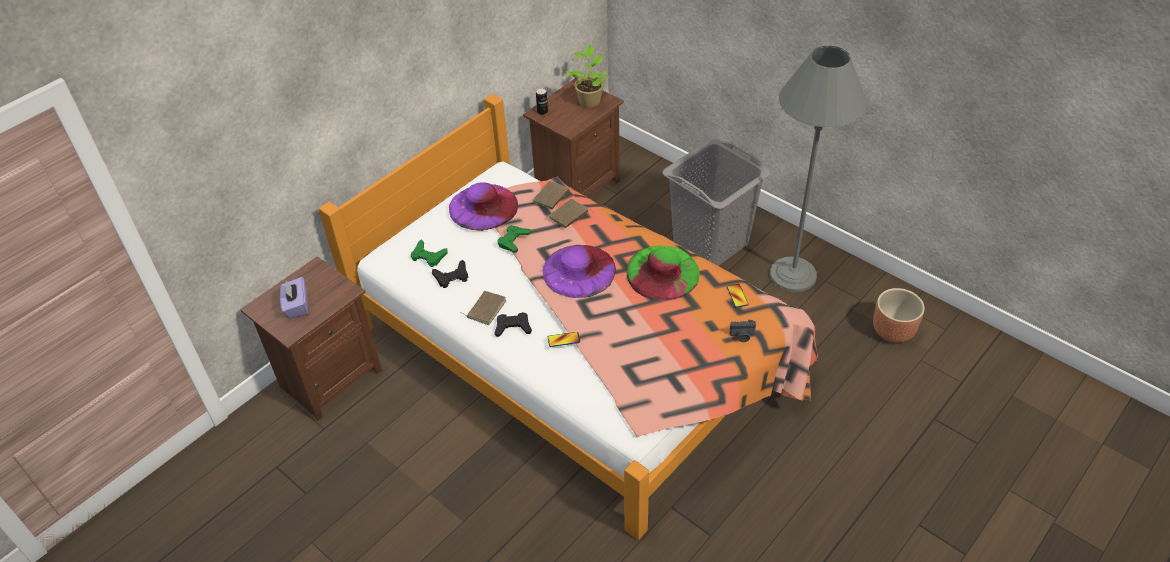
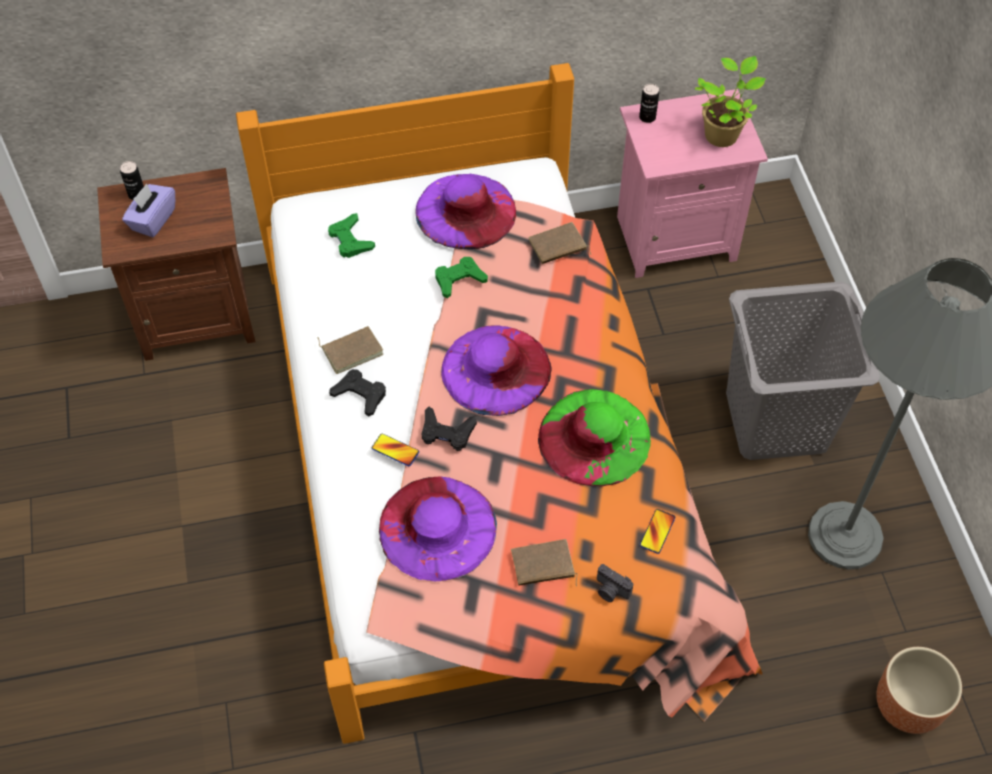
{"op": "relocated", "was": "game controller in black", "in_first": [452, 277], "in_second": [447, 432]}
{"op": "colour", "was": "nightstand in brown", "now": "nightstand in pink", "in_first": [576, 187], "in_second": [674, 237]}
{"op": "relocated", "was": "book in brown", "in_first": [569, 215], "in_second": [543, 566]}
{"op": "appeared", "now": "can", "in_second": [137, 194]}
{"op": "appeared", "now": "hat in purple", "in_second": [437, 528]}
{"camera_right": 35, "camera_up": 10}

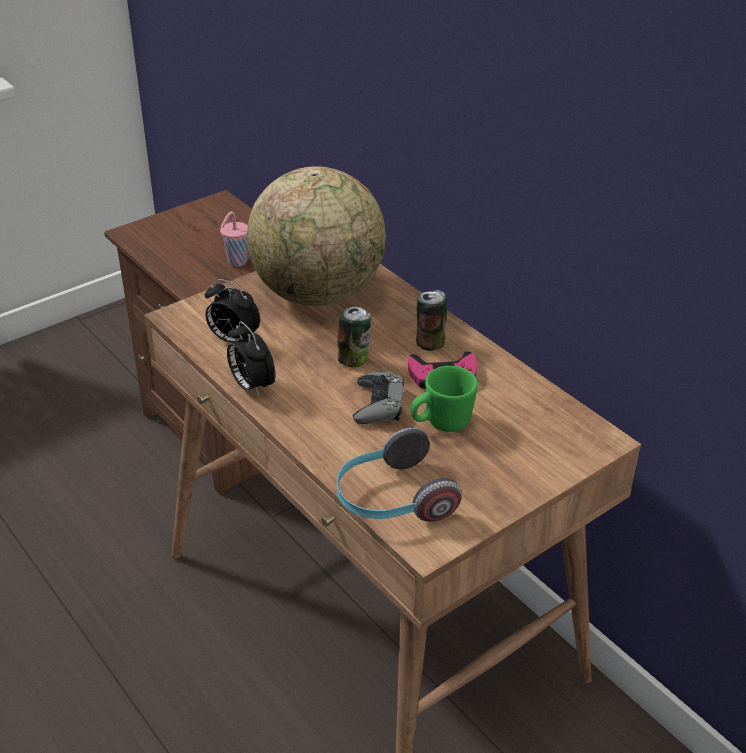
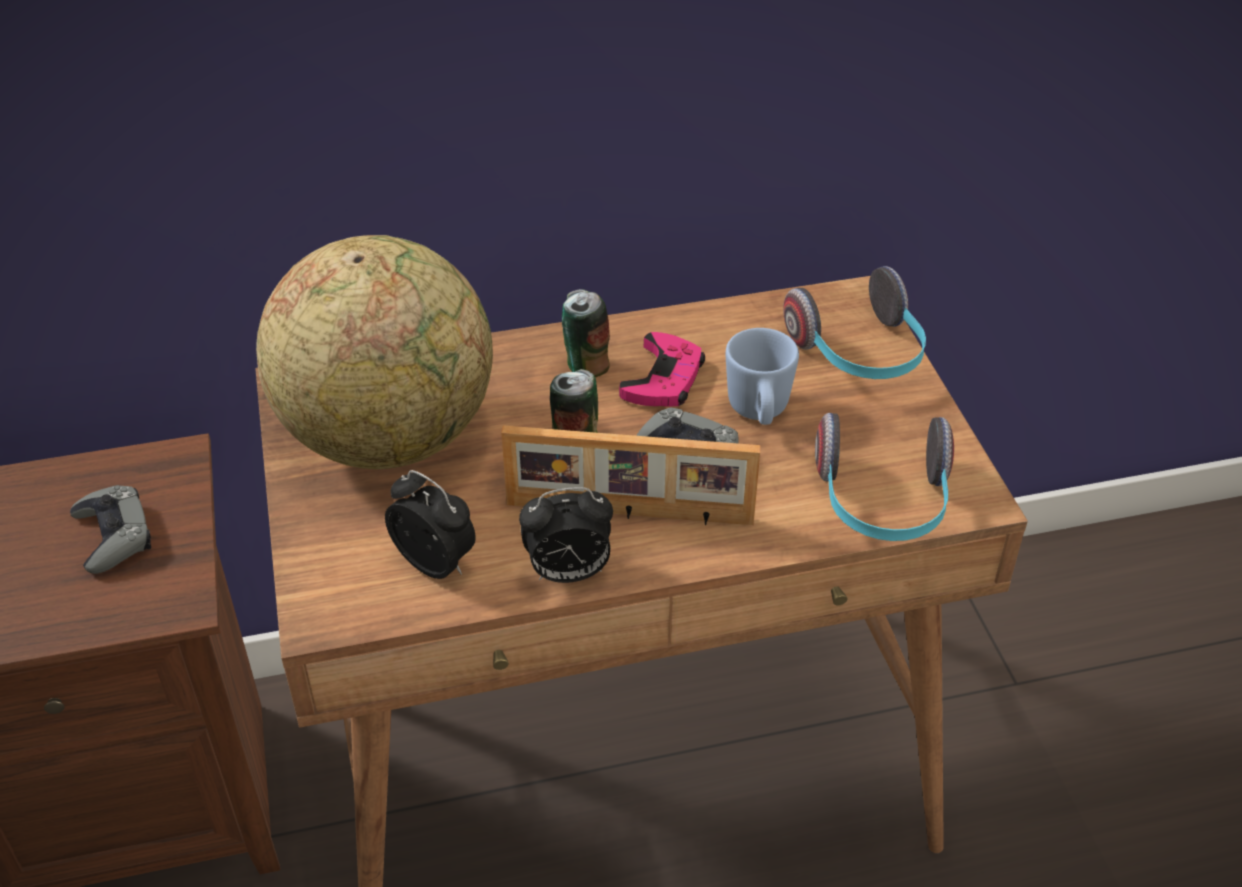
{"op": "spun", "was": "alarm clock", "in_first": [233, 339], "in_second": [437, 563], "clockwise": -105}
{"op": "exchanged", "was": "cup in pink", "now": "game controller in grey", "in_first": [236, 262], "in_second": [114, 535]}
{"op": "colour", "was": "mug in green", "now": "mug in blue", "in_first": [440, 423], "in_second": [759, 413]}
{"op": "appeared", "now": "picture frame", "in_second": [629, 514]}
{"op": "appeared", "now": "headphones", "in_second": [860, 353]}
{"camera_right": -65, "camera_up": 5}

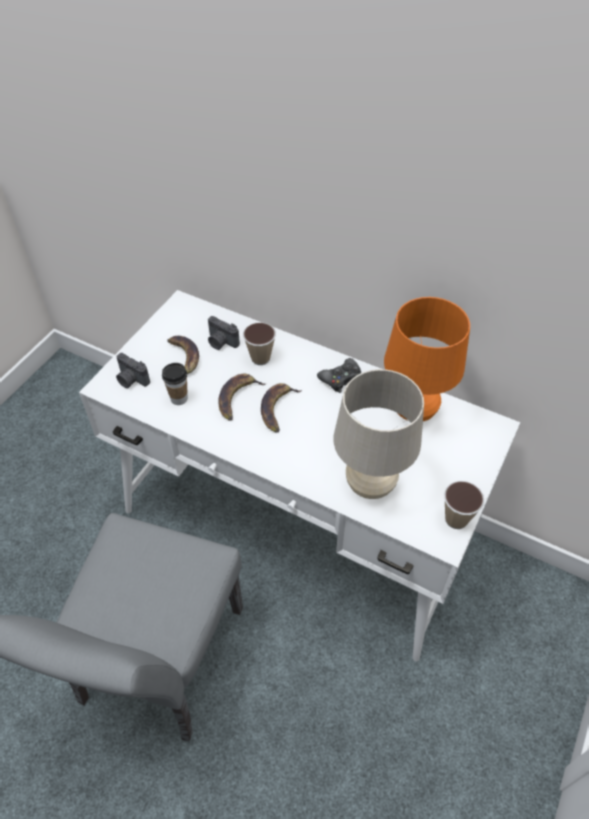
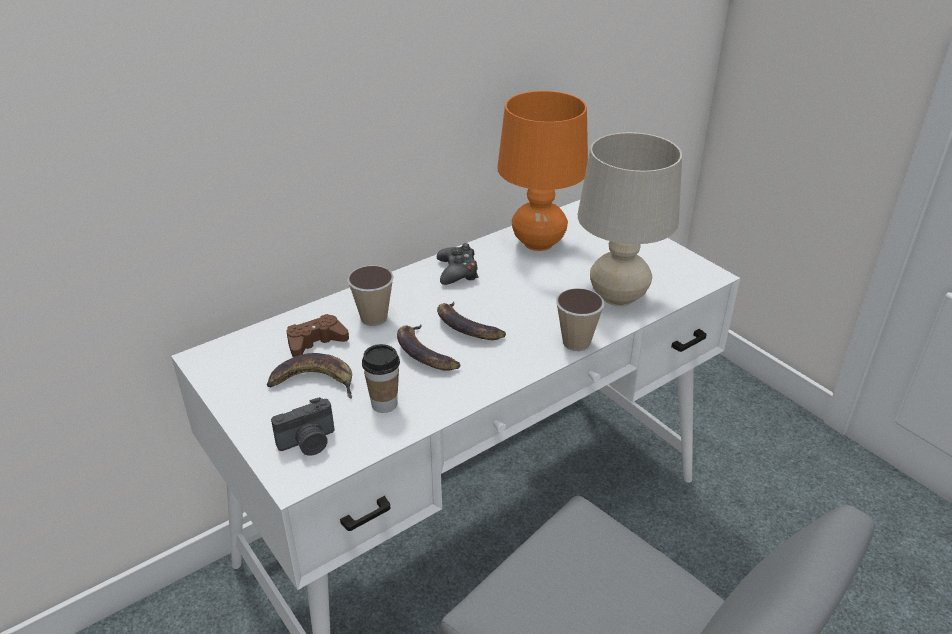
{"op": "exchanged", "was": "photo camera", "now": "game controller in brown", "in_first": [221, 342], "in_second": [316, 342]}
{"op": "relocated", "was": "cup", "in_first": [456, 519], "in_second": [576, 342]}
{"camera_right": -65, "camera_up": -15}

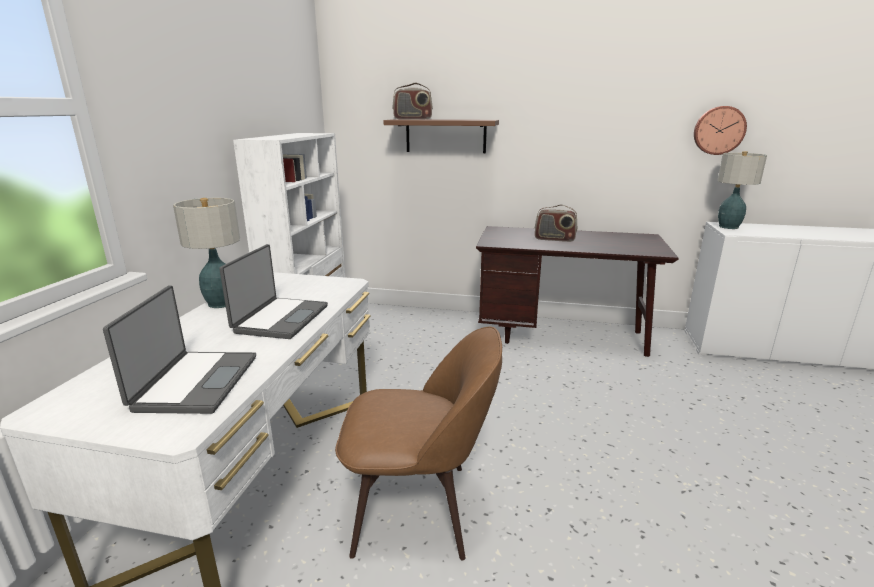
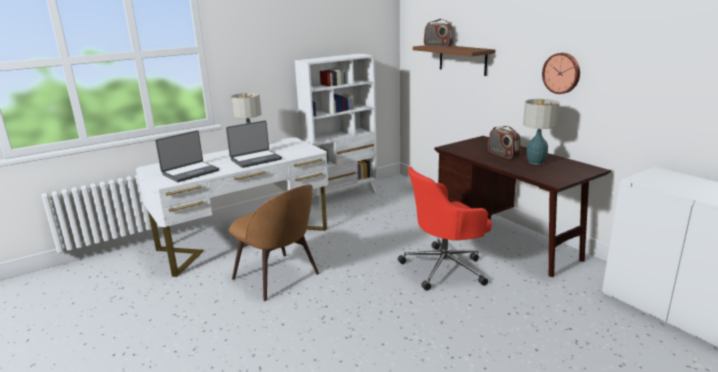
{"op": "relocated", "was": "wall clock", "in_first": [718, 130], "in_second": [562, 73]}
{"op": "relocated", "was": "table lamp", "in_first": [728, 227], "in_second": [536, 162]}
{"op": "appeared", "now": "office chair in red", "in_second": [445, 268]}
{"camera_right": 45, "camera_up": 0}

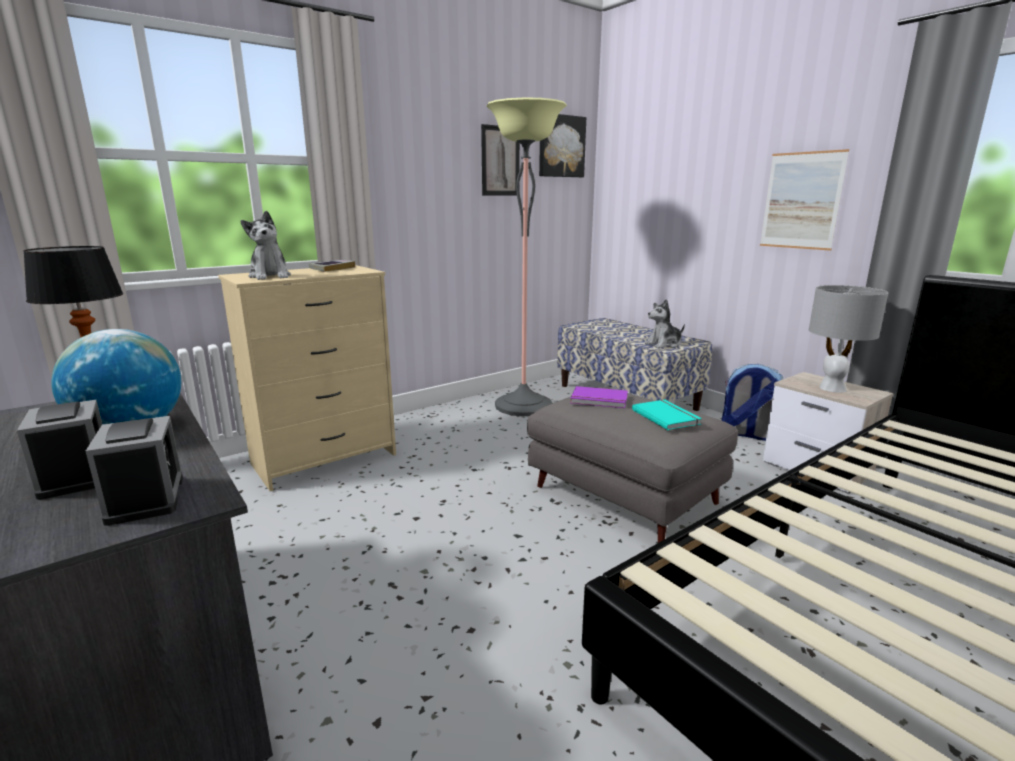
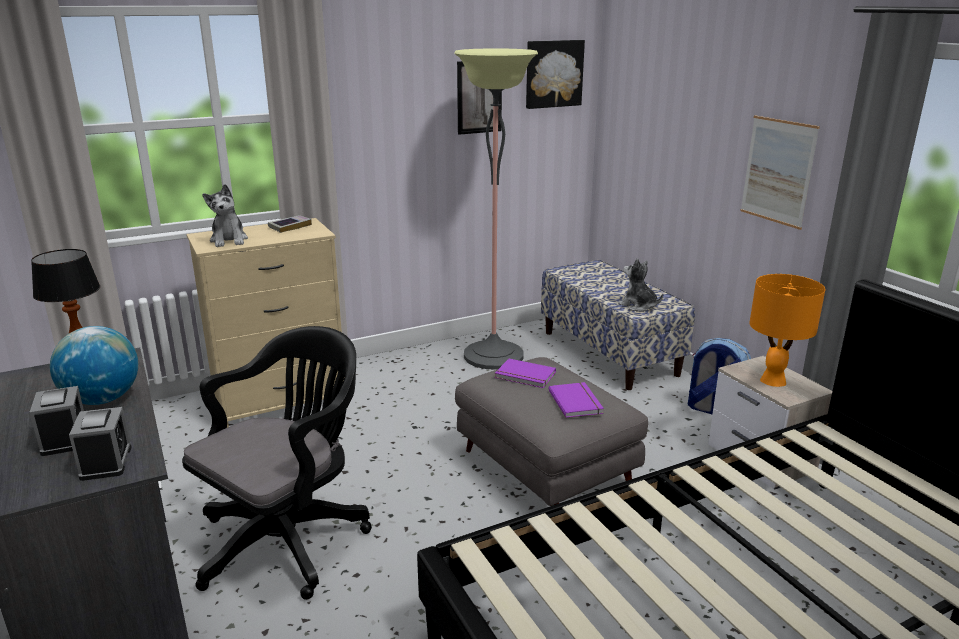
{"op": "colour", "was": "book in turquoise", "now": "book in purple", "in_first": [667, 416], "in_second": [577, 401]}
{"op": "spun", "was": "plush toy", "in_first": [664, 344], "in_second": [638, 306], "clockwise": 60}
{"op": "colour", "was": "table lamp in grey", "now": "table lamp in orange", "in_first": [832, 388], "in_second": [773, 380]}
{"op": "appeared", "now": "office chair in black", "in_second": [289, 538]}
{"camera_right": 10, "camera_up": 5}

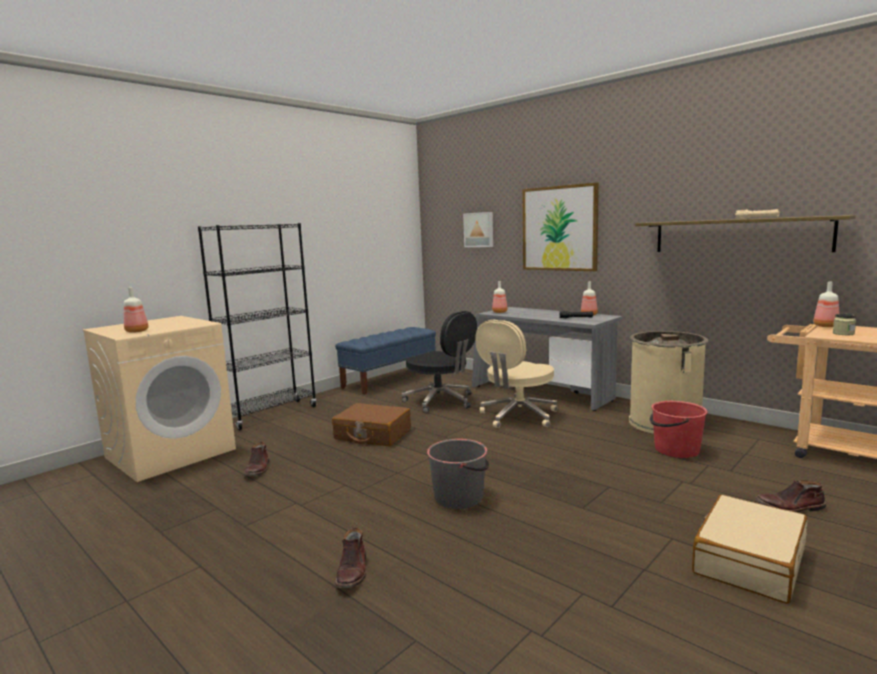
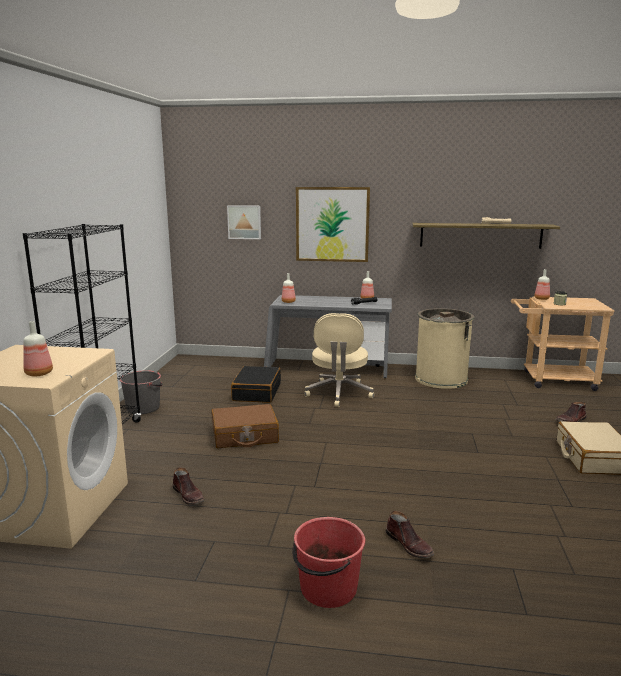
{"op": "missing", "was": "bench in blue", "in_first": [390, 379]}
{"op": "exchanged", "was": "office chair in black", "now": "suitcase in black", "in_first": [441, 401], "in_second": [256, 392]}
{"op": "relocated", "was": "bucket in grey", "in_first": [459, 497], "in_second": [143, 408]}
{"op": "relocated", "was": "bucket in red", "in_first": [675, 450], "in_second": [327, 588]}
{"camera_right": -35, "camera_up": 5}

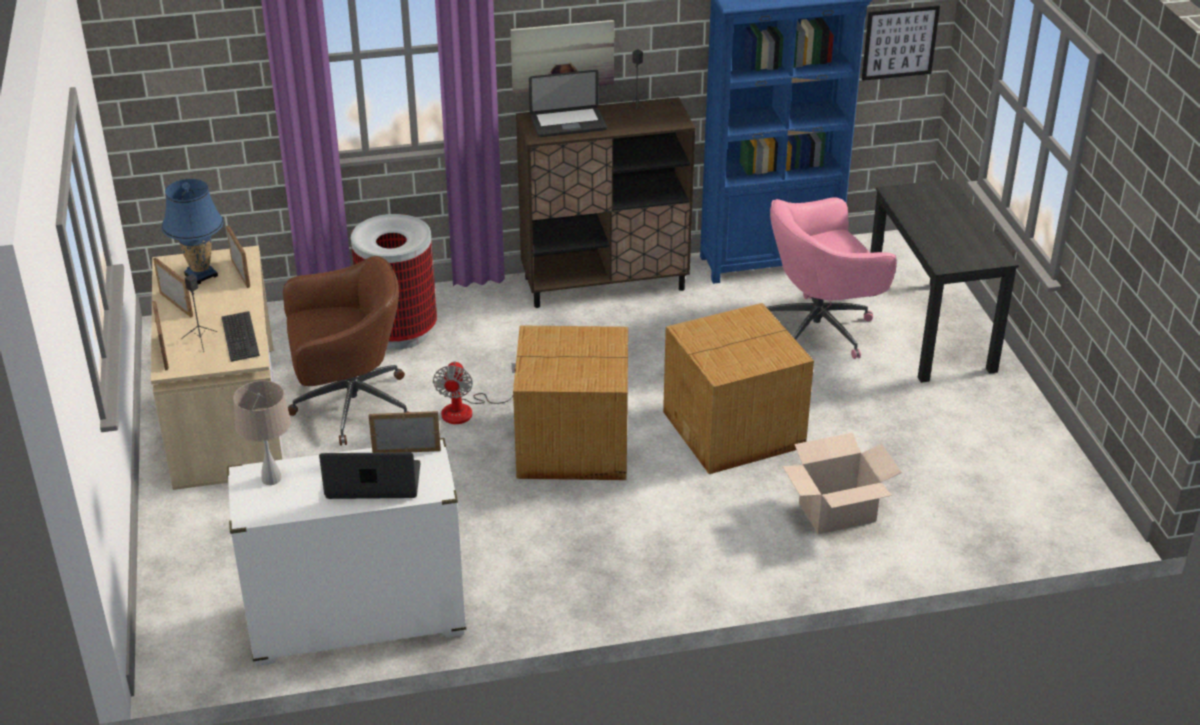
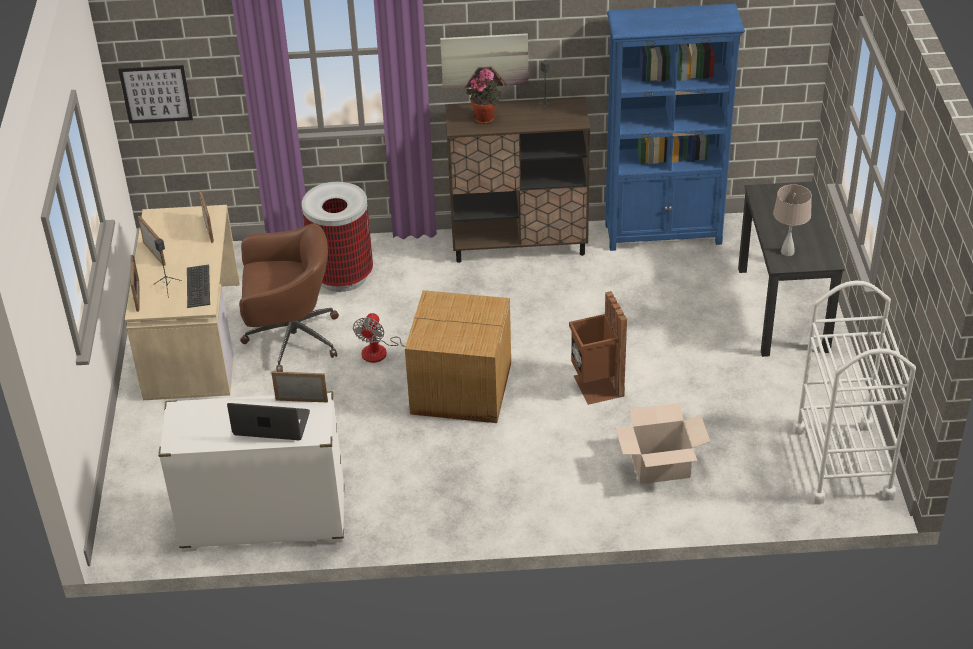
{"op": "missing", "was": "table lamp in blue", "in_first": [201, 275]}
{"op": "relocated", "was": "table lamp in beige", "in_first": [271, 479], "in_second": [787, 252]}
{"op": "exchanged", "was": "laptop", "now": "potted plant", "in_first": [568, 124], "in_second": [485, 117]}
{"op": "exchanged", "was": "cardboard box", "now": "trash can in brown", "in_first": [735, 430], "in_second": [596, 386]}
{"op": "missing", "was": "office chair in pink", "in_first": [820, 329]}
{"op": "relocated", "was": "picture", "in_first": [900, 42], "in_second": [156, 94]}
{"op": "appeared", "now": "cart in white", "in_second": [842, 462]}
{"camera_right": 10, "camera_up": 5}

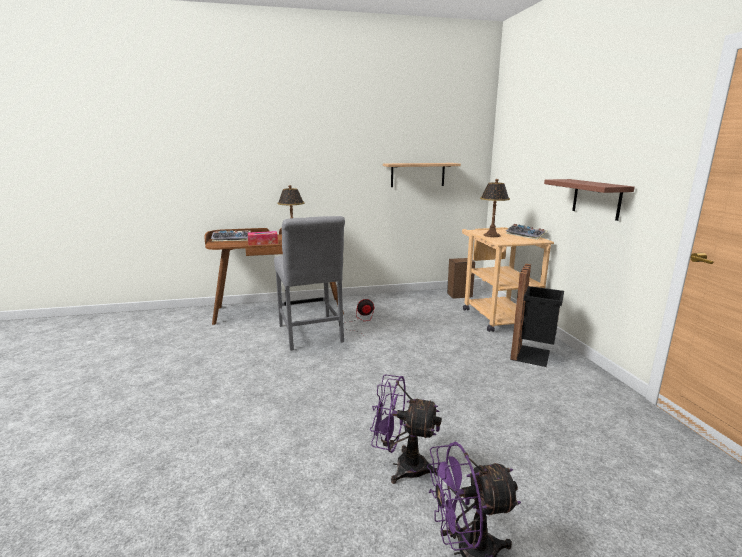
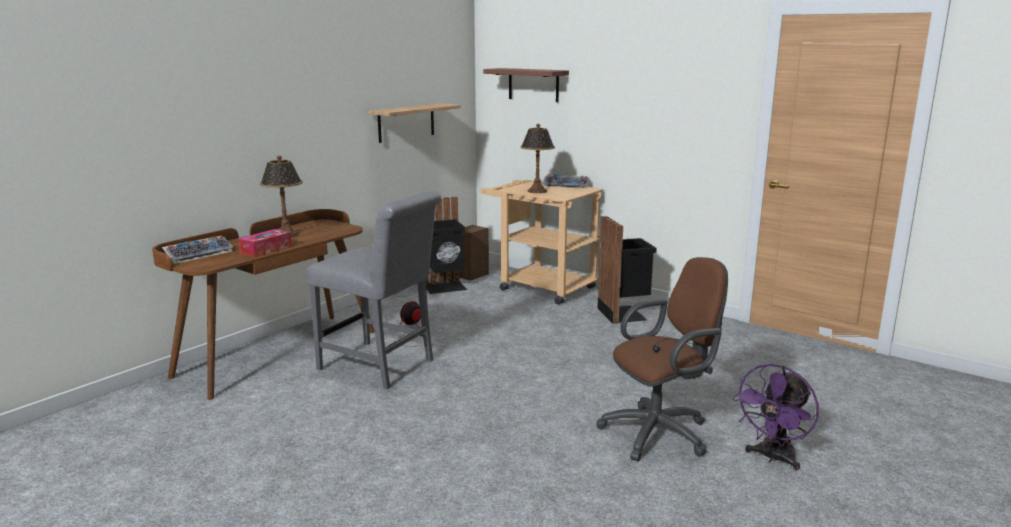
{"op": "exchanged", "was": "fan in purple", "now": "office chair in brown", "in_first": [402, 466], "in_second": [661, 432]}
{"op": "relocated", "was": "shelf", "in_first": [596, 199], "in_second": [533, 84]}
{"op": "appeared", "now": "trash can in black", "in_second": [445, 287]}
{"camera_right": -40, "camera_up": 0}

